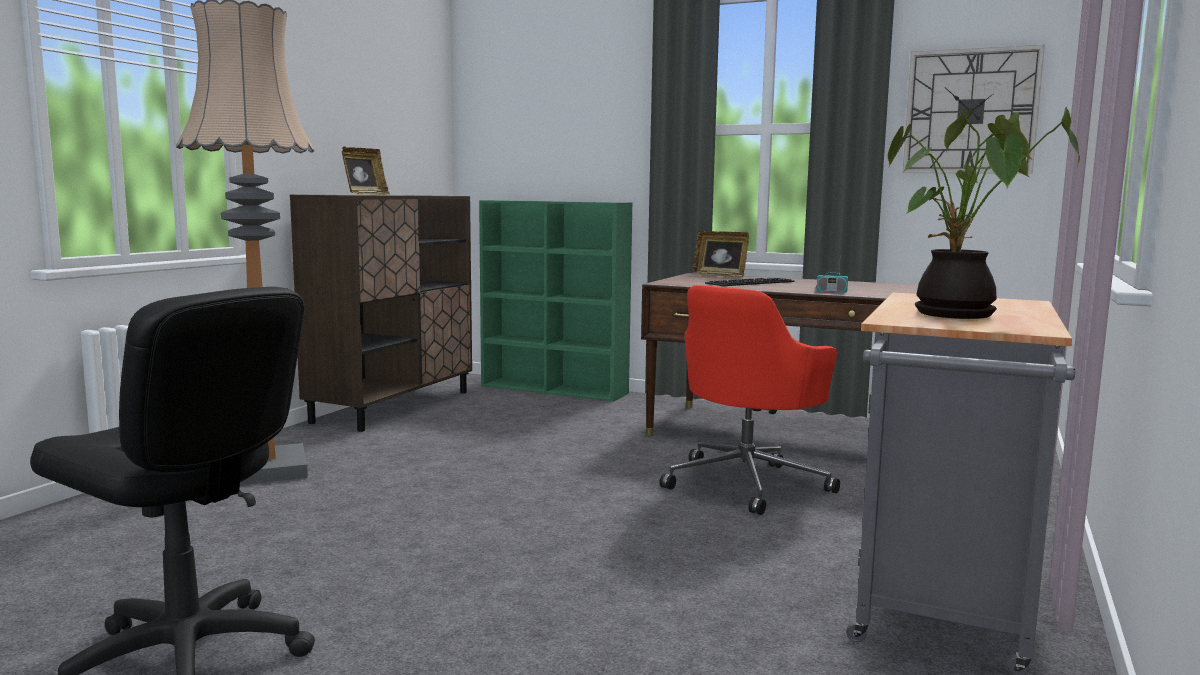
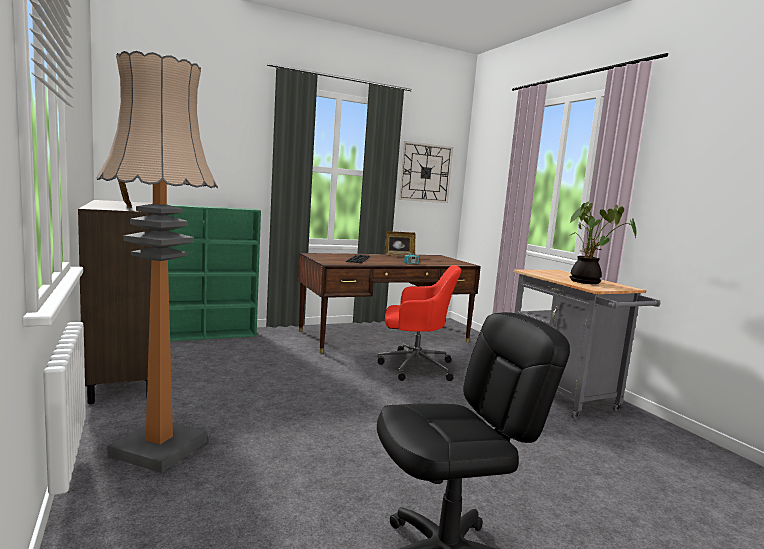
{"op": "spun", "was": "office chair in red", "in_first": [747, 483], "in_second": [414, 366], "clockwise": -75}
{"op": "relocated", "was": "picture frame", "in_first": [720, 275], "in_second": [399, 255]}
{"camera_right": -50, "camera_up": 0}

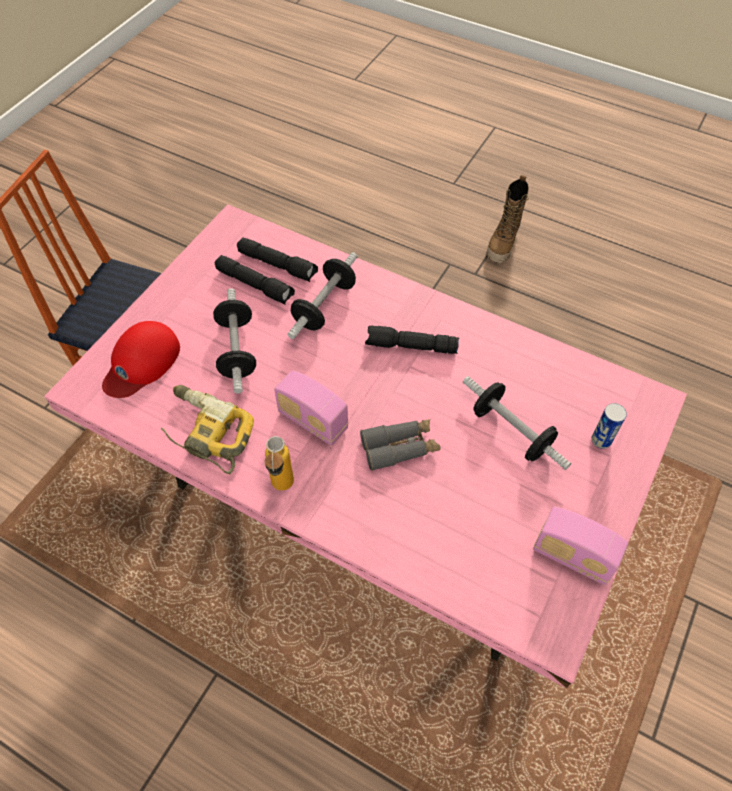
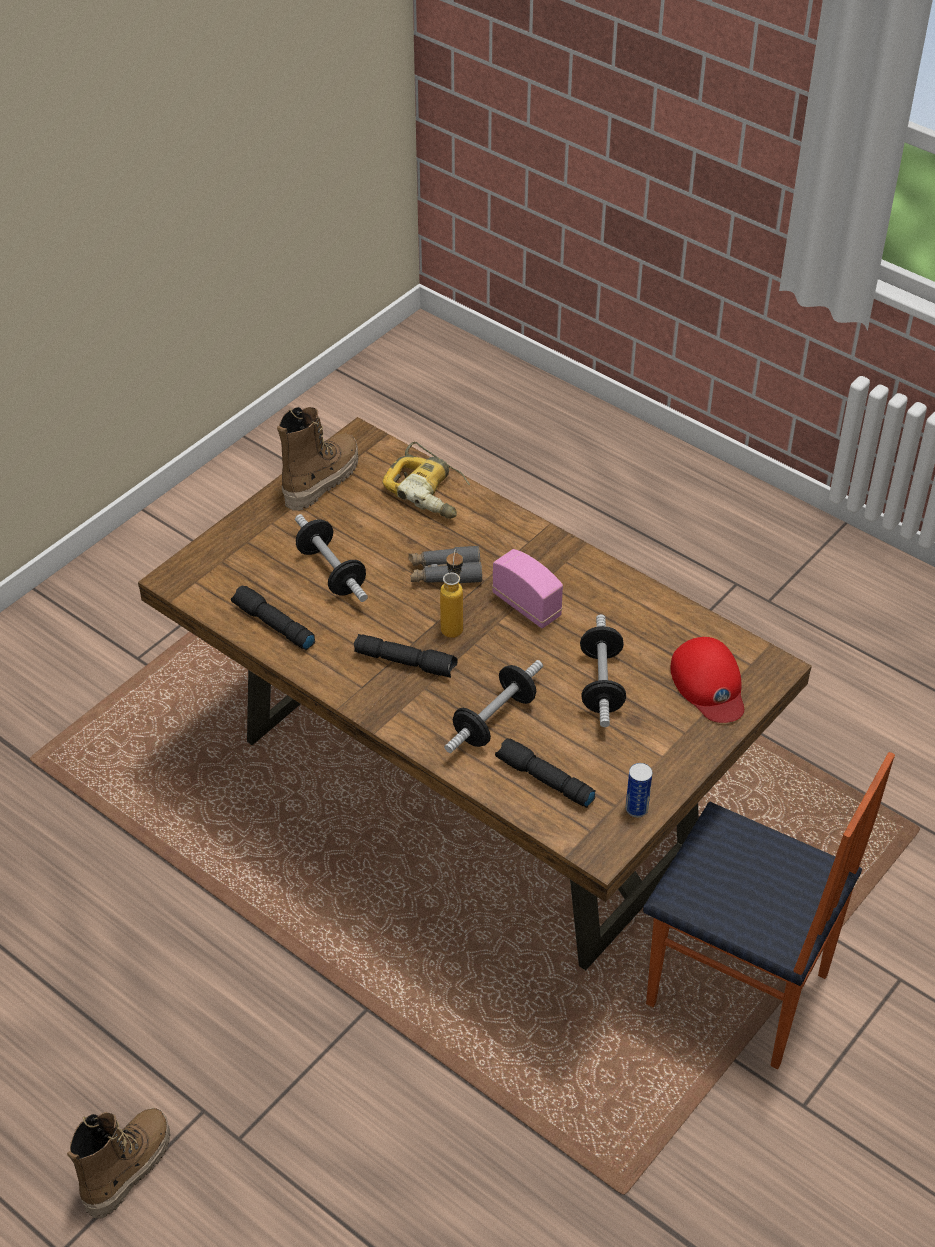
{"op": "colour", "was": "dining table in pink", "now": "dining table in brown", "in_first": [368, 506], "in_second": [464, 793]}
{"op": "spun", "was": "cap in red", "in_first": [141, 362], "in_second": [709, 685], "clockwise": 120}
{"op": "relocated", "was": "power drill", "in_first": [205, 433], "in_second": [430, 490]}
{"op": "relocated", "was": "flashlight in black", "in_first": [255, 285], "in_second": [273, 625]}
{"op": "relocated", "was": "bottle", "in_first": [282, 490], "in_second": [453, 624]}
{"op": "exchanged", "was": "radio", "now": "boot", "in_first": [573, 556], "in_second": [320, 480]}
{"op": "relocated", "was": "can", "in_first": [601, 440], "in_second": [636, 809]}
{"camera_right": -170, "camera_up": -10}

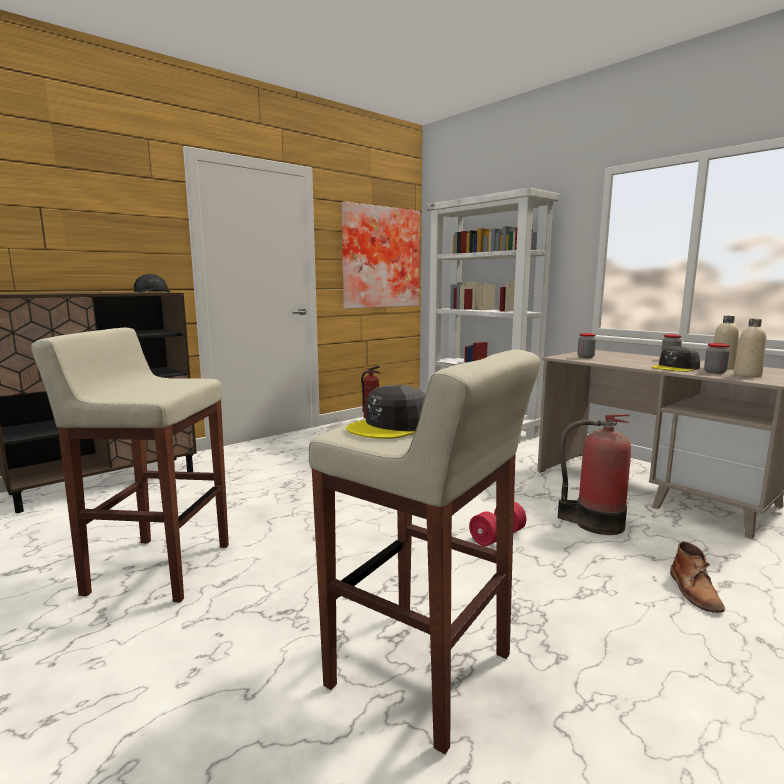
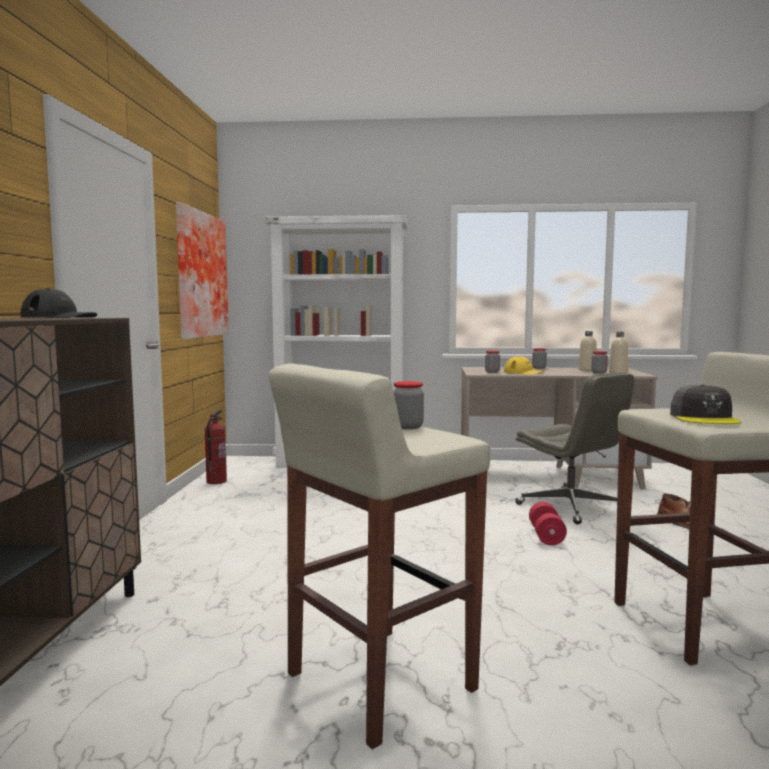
{"op": "exchanged", "was": "fire extinguisher", "now": "office chair in grey", "in_first": [595, 523], "in_second": [571, 507]}
{"op": "missing", "was": "cap in grey", "in_first": [675, 368]}
{"op": "appeared", "now": "jar", "in_second": [408, 427]}
{"op": "appeared", "now": "cap in yellow", "in_second": [523, 372]}
{"camera_right": -45, "camera_up": -5}

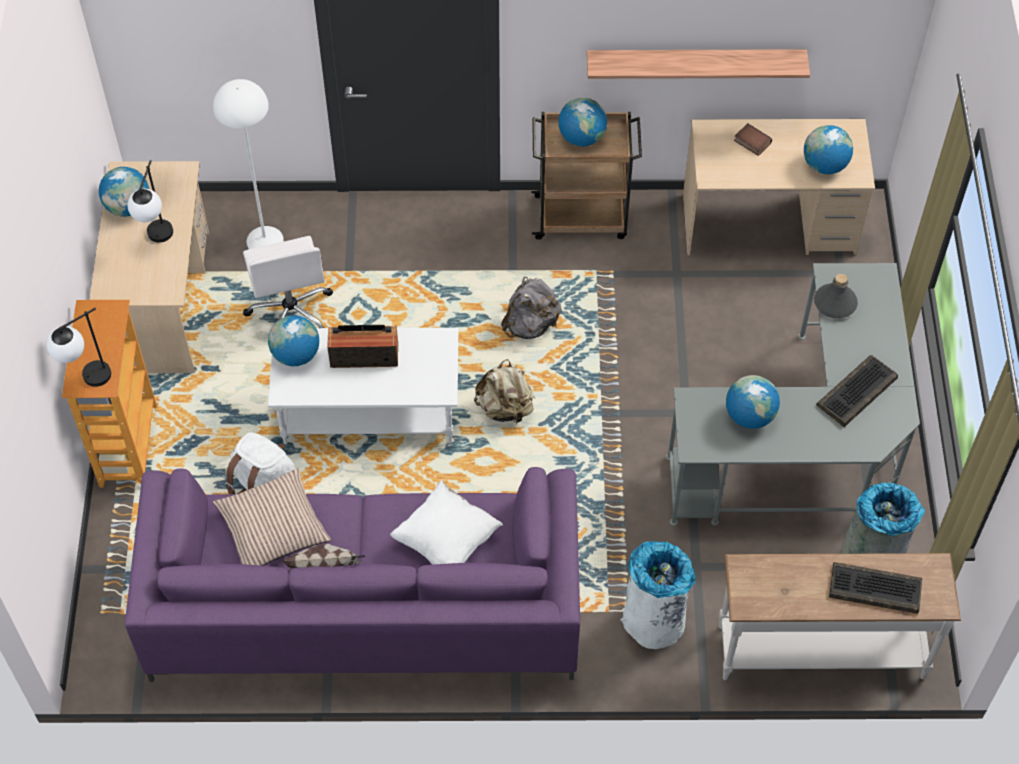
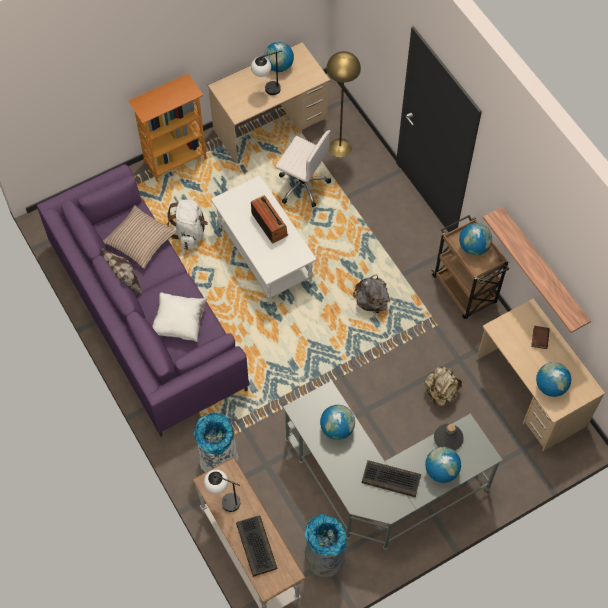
{"op": "relocated", "was": "table lamp", "in_first": [87, 381], "in_second": [223, 500]}
{"op": "colour", "was": "floor lamp in white", "now": "floor lamp in yellow", "in_first": [265, 240], "in_second": [340, 147]}
{"op": "spun", "was": "office chair in white", "in_first": [291, 312], "in_second": [302, 185], "clockwise": -105}
{"op": "relocated", "was": "globe", "in_first": [296, 355], "in_second": [441, 470]}
{"op": "relocated", "was": "backpack in beige", "in_first": [505, 408], "in_second": [440, 392]}
{"camera_right": 60, "camera_up": 5}

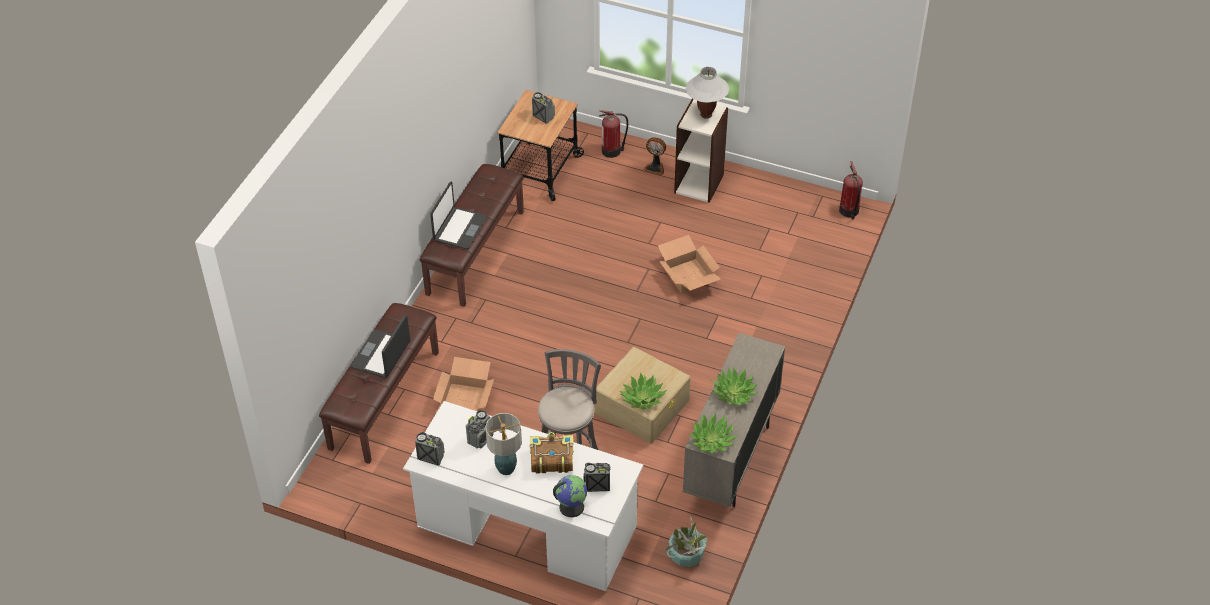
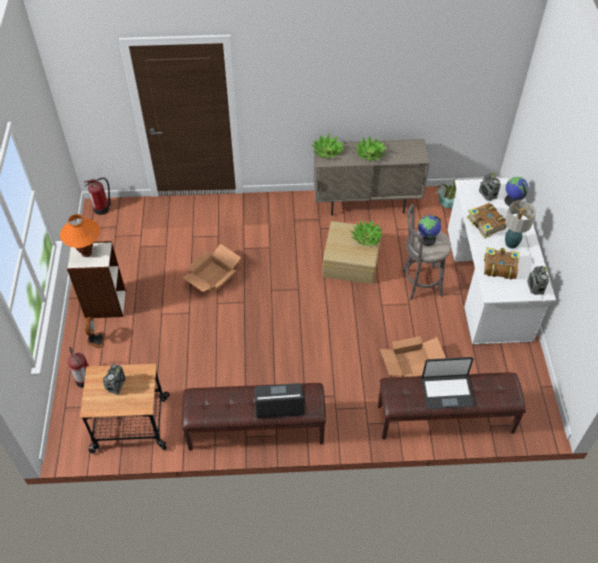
{"op": "exchanged", "was": "radio", "now": "book", "in_first": [480, 439], "in_second": [499, 267]}
{"op": "colour", "was": "table lamp in white", "now": "table lamp in orange", "in_first": [705, 115], "in_second": [86, 253]}
{"op": "relocated", "was": "potted plant", "in_first": [712, 440], "in_second": [327, 151]}
{"op": "appeared", "now": "globe", "in_second": [427, 239]}
{"camera_right": -115, "camera_up": 5}

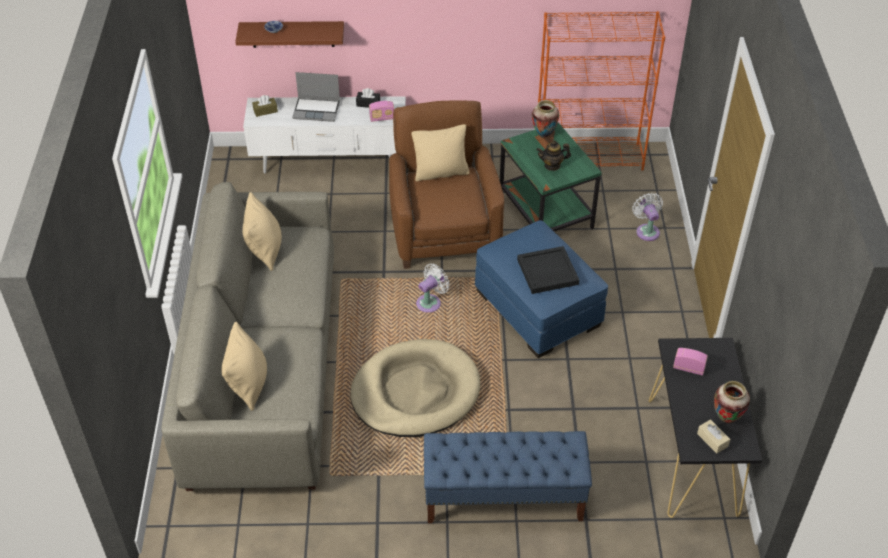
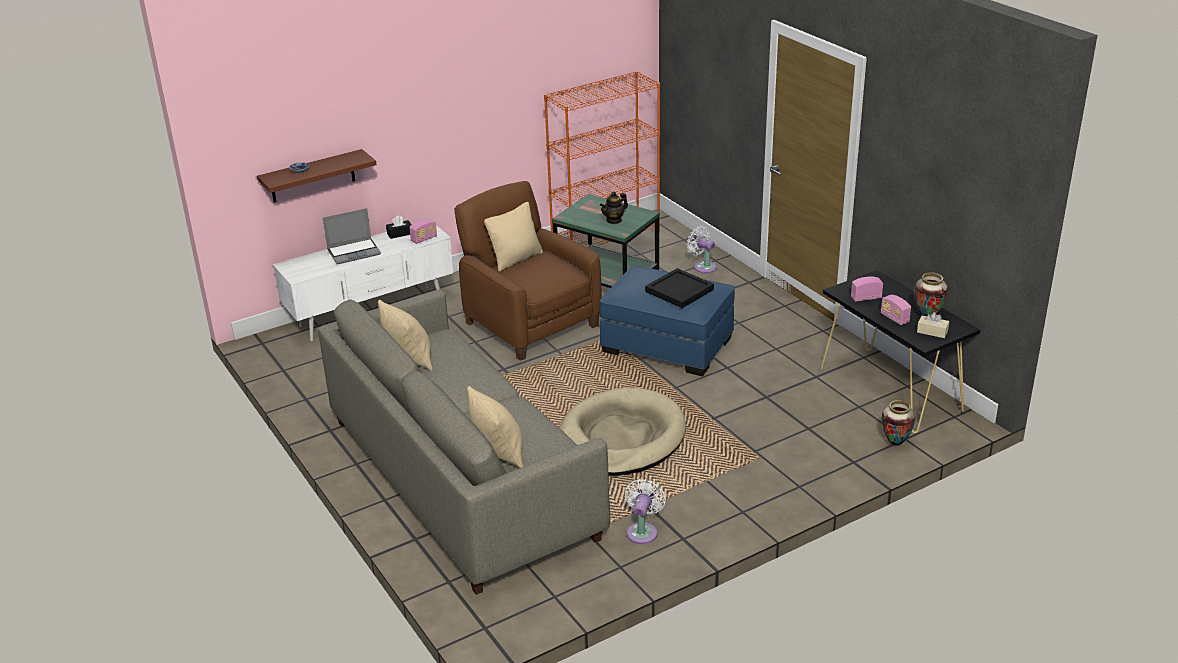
{"op": "missing", "was": "tissue box in brown", "in_first": [265, 111]}
{"op": "relocated", "was": "fan in white", "in_first": [430, 302], "in_second": [643, 531]}
{"op": "missing", "was": "bench in blue", "in_first": [503, 498]}
{"op": "relocated", "was": "vase", "in_first": [543, 135], "in_second": [895, 443]}
{"op": "appeared", "now": "radio", "in_second": [894, 318]}
{"camera_right": -30, "camera_up": -15}

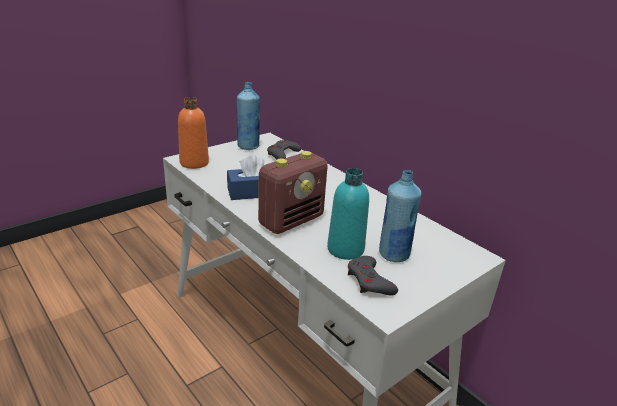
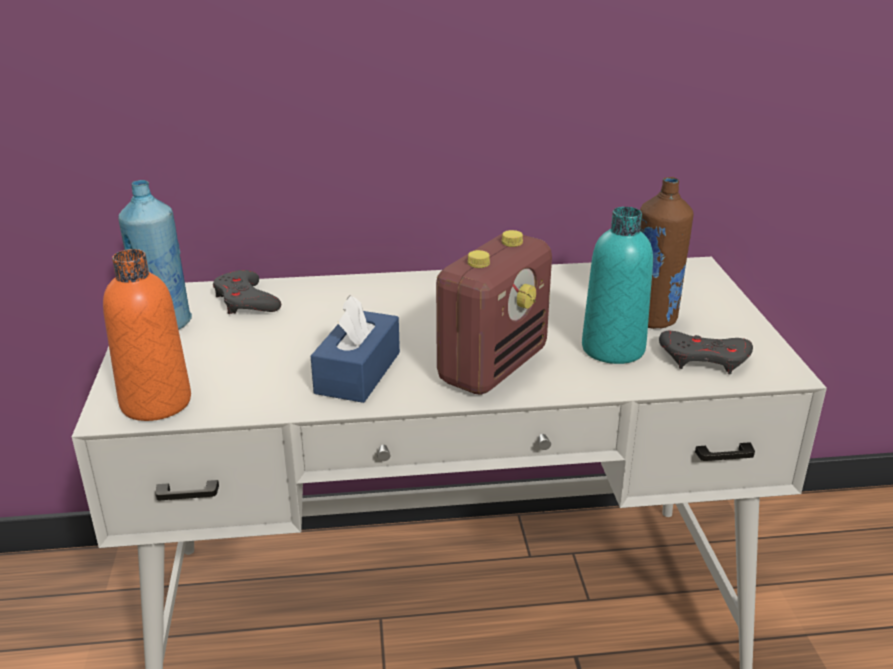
{"op": "spun", "was": "radio", "in_first": [291, 221], "in_second": [493, 366], "clockwise": 45}
{"op": "colour", "was": "bottle in blue", "now": "bottle in brown", "in_first": [393, 254], "in_second": [652, 319]}
{"camera_right": -55, "camera_up": 0}

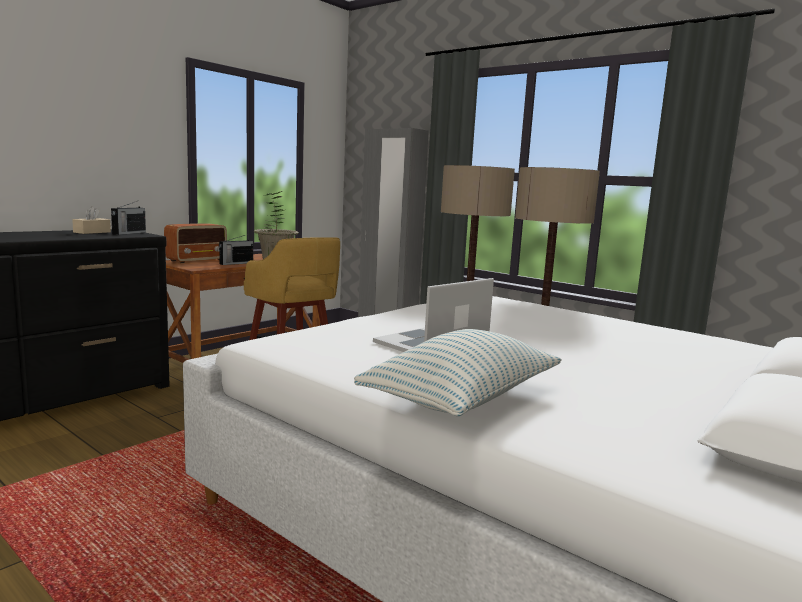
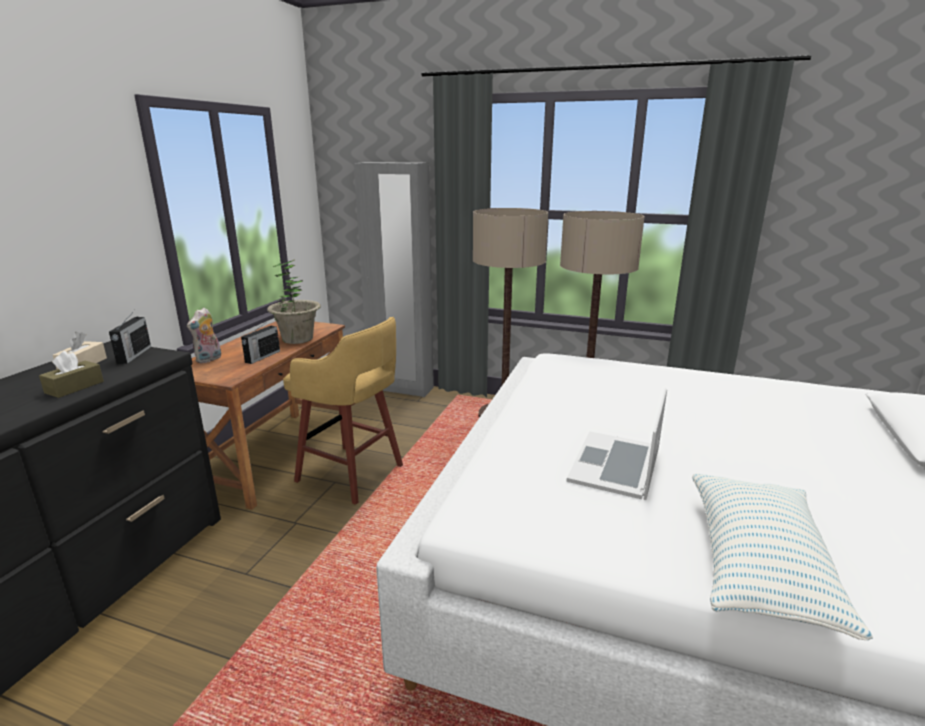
{"op": "exchanged", "was": "radio", "now": "plush toy", "in_first": [197, 260], "in_second": [209, 359]}
{"op": "appeared", "now": "tissue box in brown", "in_second": [74, 387]}
{"camera_right": -20, "camera_up": 10}

